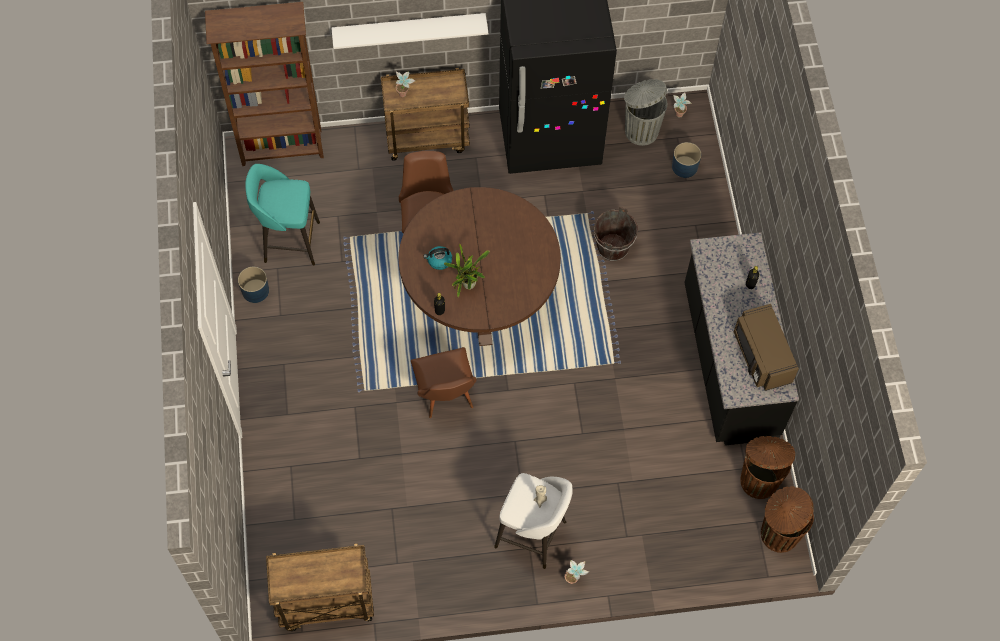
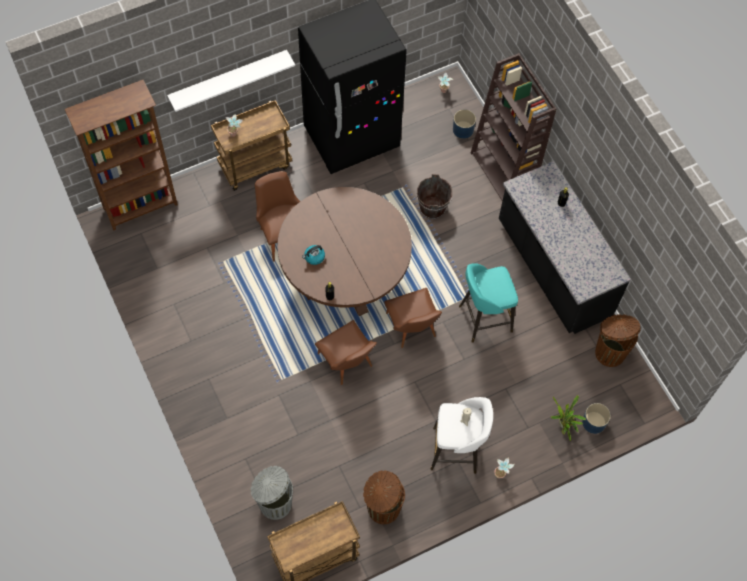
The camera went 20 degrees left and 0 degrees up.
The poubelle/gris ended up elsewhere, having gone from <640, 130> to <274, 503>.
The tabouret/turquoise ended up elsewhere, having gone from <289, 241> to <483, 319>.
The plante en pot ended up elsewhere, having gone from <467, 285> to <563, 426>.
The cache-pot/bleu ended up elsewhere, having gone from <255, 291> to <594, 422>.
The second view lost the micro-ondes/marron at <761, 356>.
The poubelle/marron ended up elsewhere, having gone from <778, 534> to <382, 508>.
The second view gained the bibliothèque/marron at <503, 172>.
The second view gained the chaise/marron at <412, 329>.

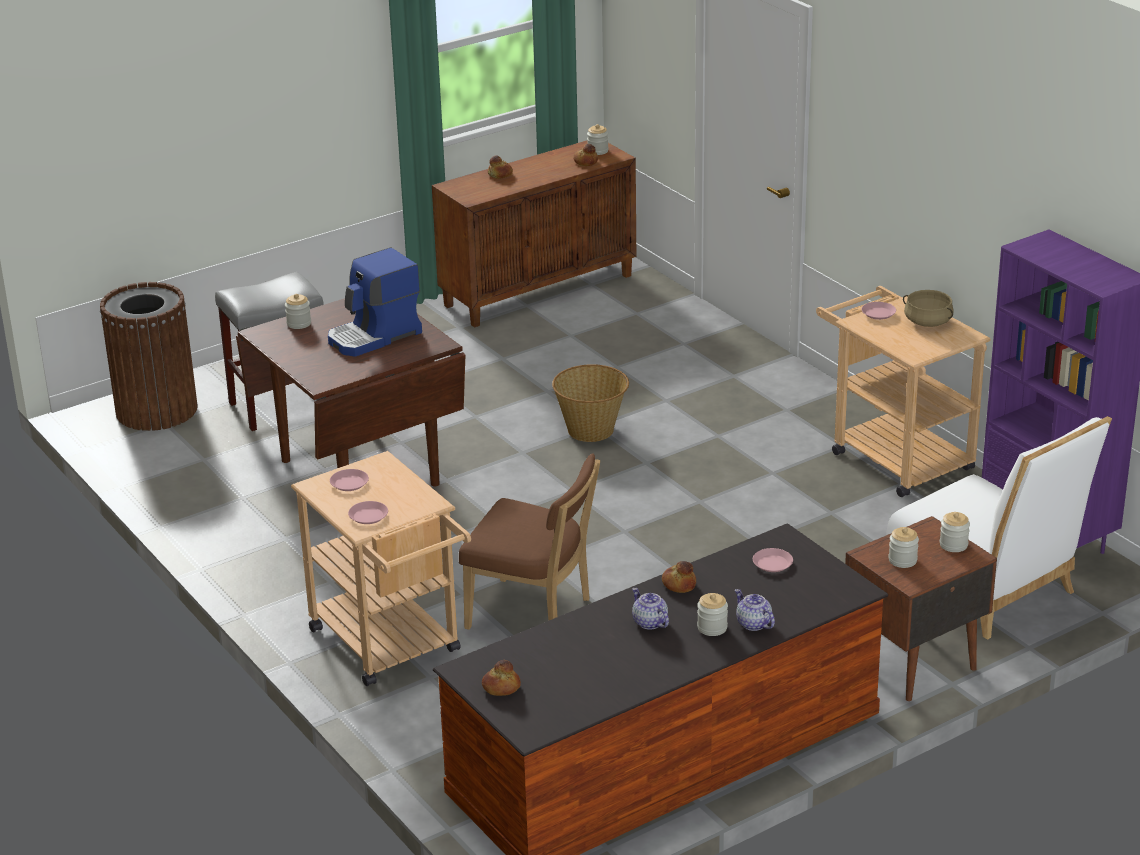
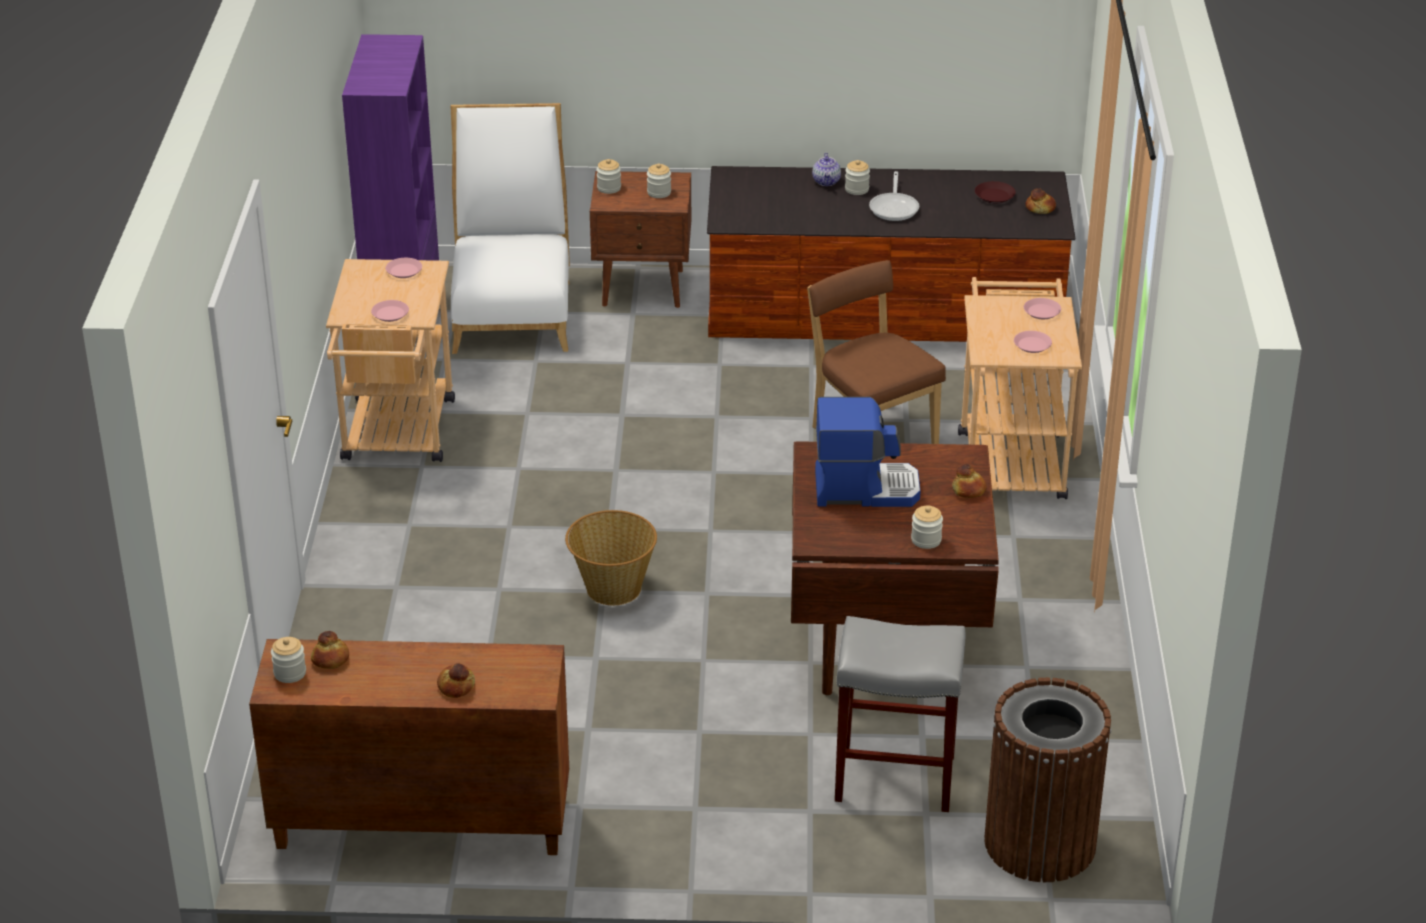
The camera went 145 degrees left and 5 degrees up.
The second view lost the marmite/beige at <927, 322>.
The assiette/rose ended up elsewhere, having gone from <772, 564> to <404, 271>.
The pain ended up elsewhere, having gone from <679, 584> to <968, 490>.
Where the théière stood at <649, 622>, the poêle came to stand at <894, 208>.
The second view gained the assiette/marron at <994, 196>.

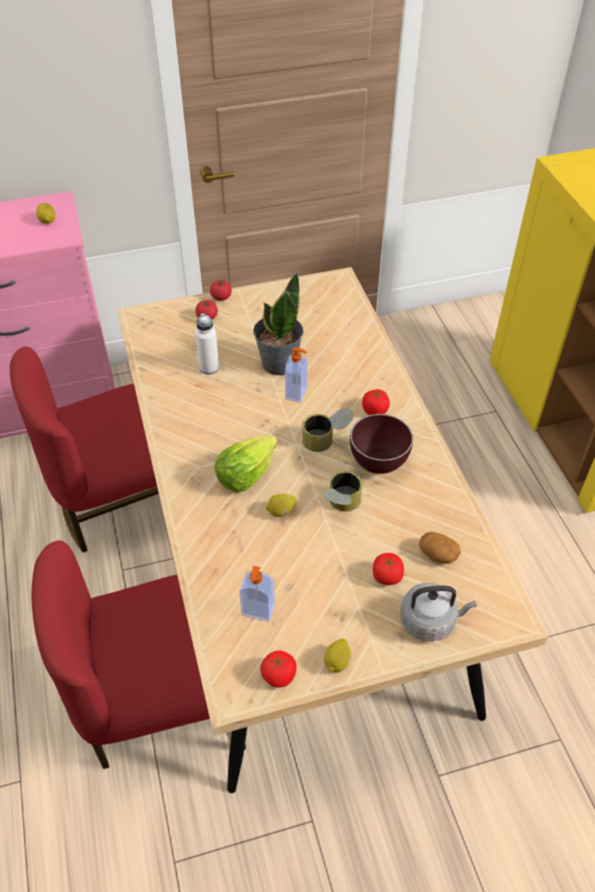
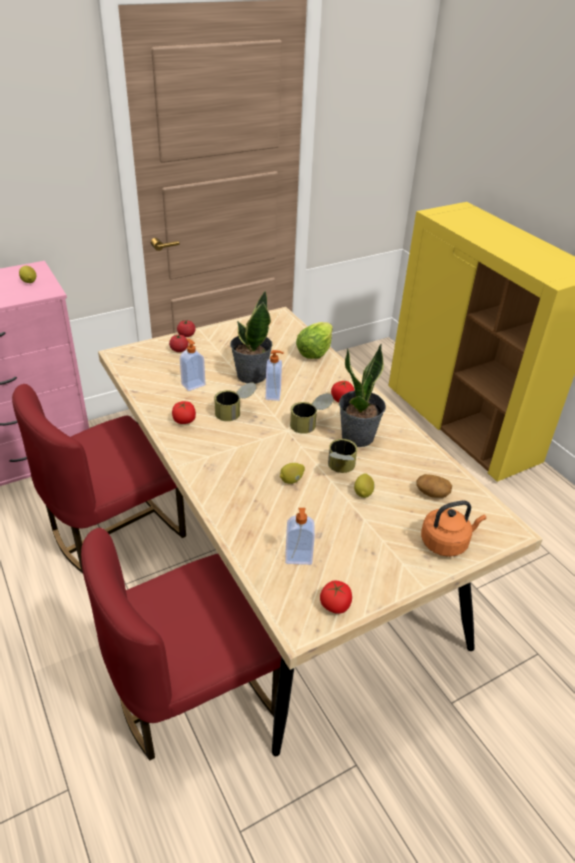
The camera went 15 degrees left and 10 degrees down.
Where the bouteille/blanc stood at <209, 368>, the distributeur de savon came to stand at <193, 384>.
Where the bol/marron stood at <376, 465>, the plante en pot came to stand at <358, 437>.
The laitue ended up elsewhere, having gone from <245, 475> to <314, 352>.
The tomate ended up elsewhere, having gone from <387, 576> to <184, 420>.
What was the bouilloire/gris at <430, 621> turned into the bouilloire/orange at <446, 542>.
The citron ended up elsewhere, having gone from <337, 662> to <363, 493>.
The second view gained the boîte métallique at <235, 412>.

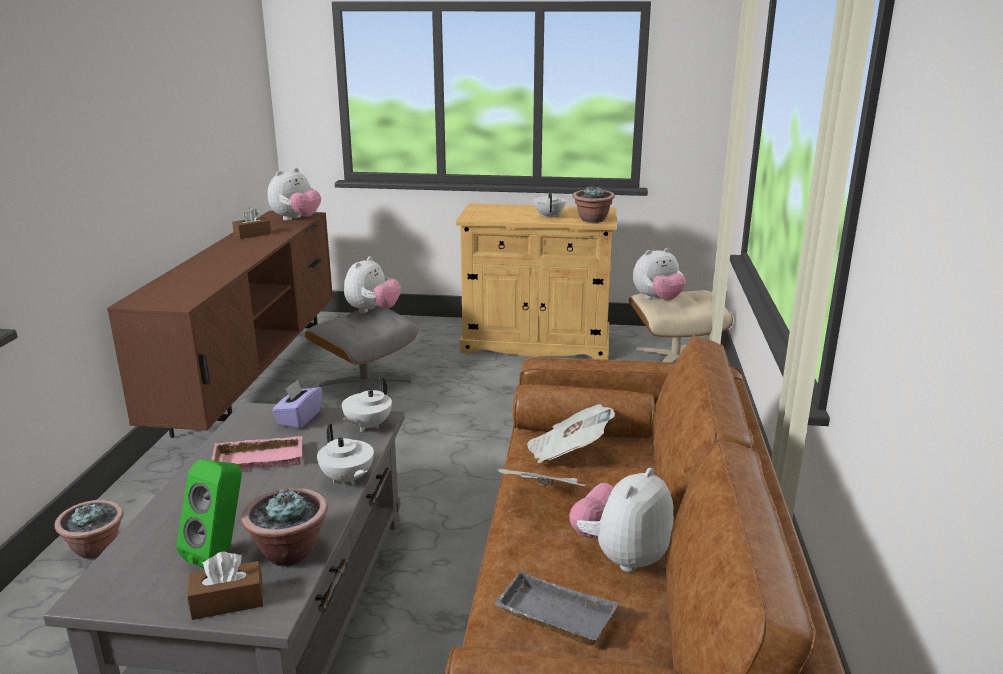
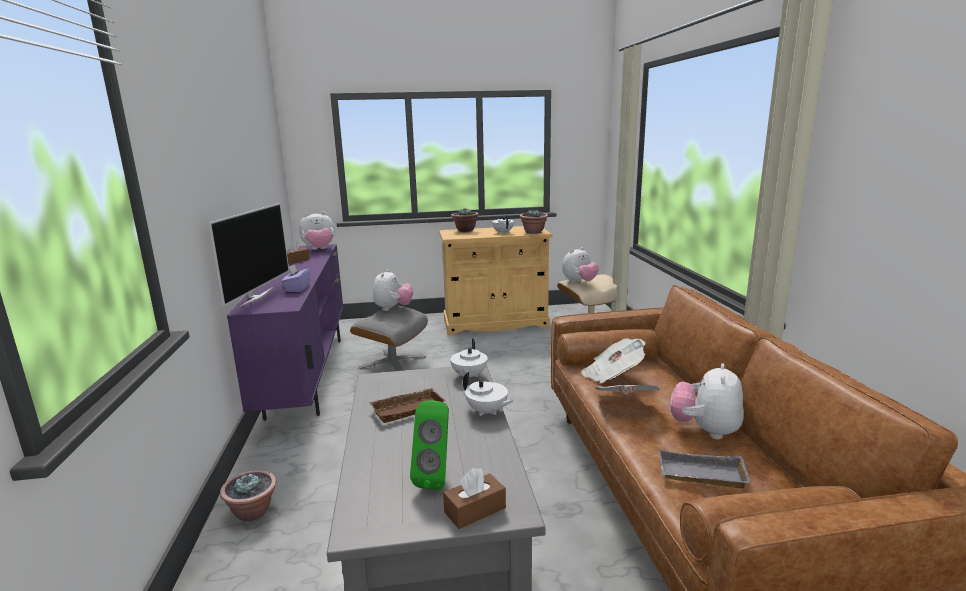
The camera went 15 degrees left and 5 degrees down.
The peluche at <296, 219> ended up facing another way, 45 degrees clockwise from before.
What was the meuble télé/marron at <254, 384> turned into the meuble télé/violet at <308, 374>.
The boîte à mouchoirs/violet ended up elsewhere, having gone from <299, 419> to <297, 288>.
What was the plateau/rose at <260, 458> turned into the plateau/marron at <408, 408>.
The plante en pot ended up elsewhere, having gone from <289, 552> to <465, 230>.
The second view gained the téléviseur at <256, 297>.

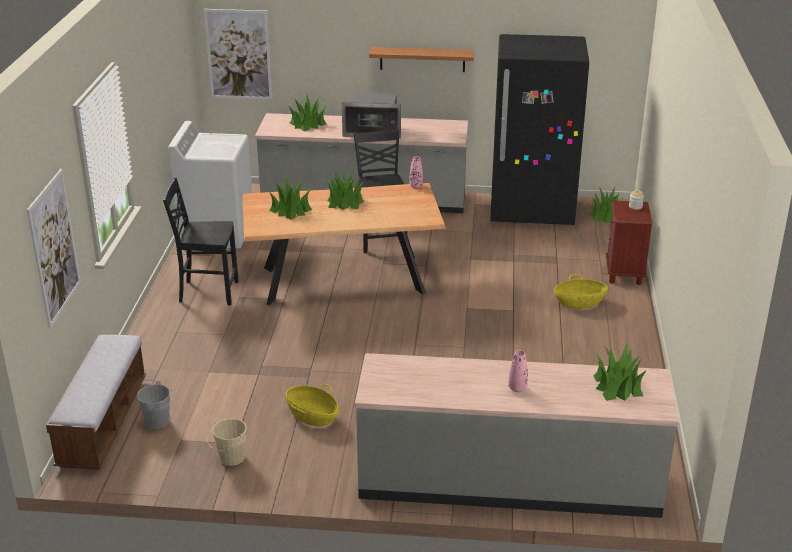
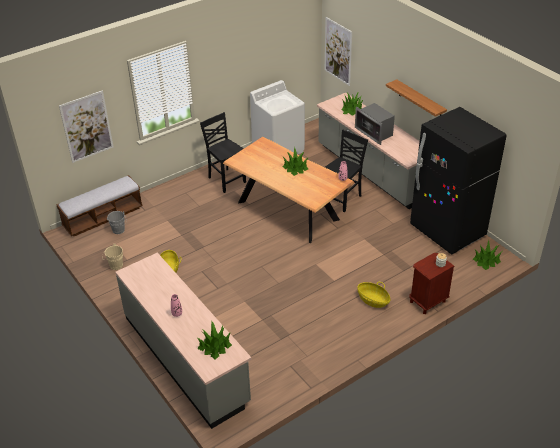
The camera went 50 degrees right and 10 degrees up.
The second view lost the plante en pot at <290, 210>.

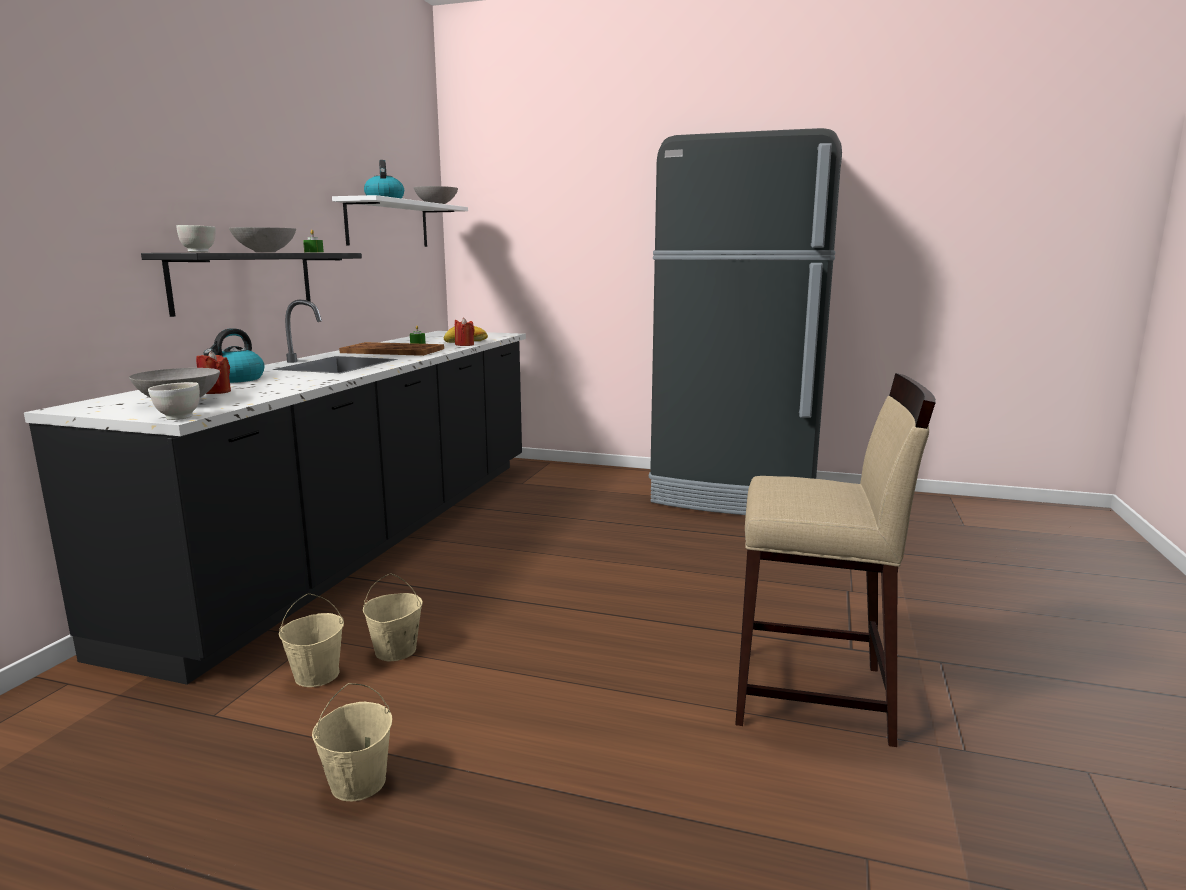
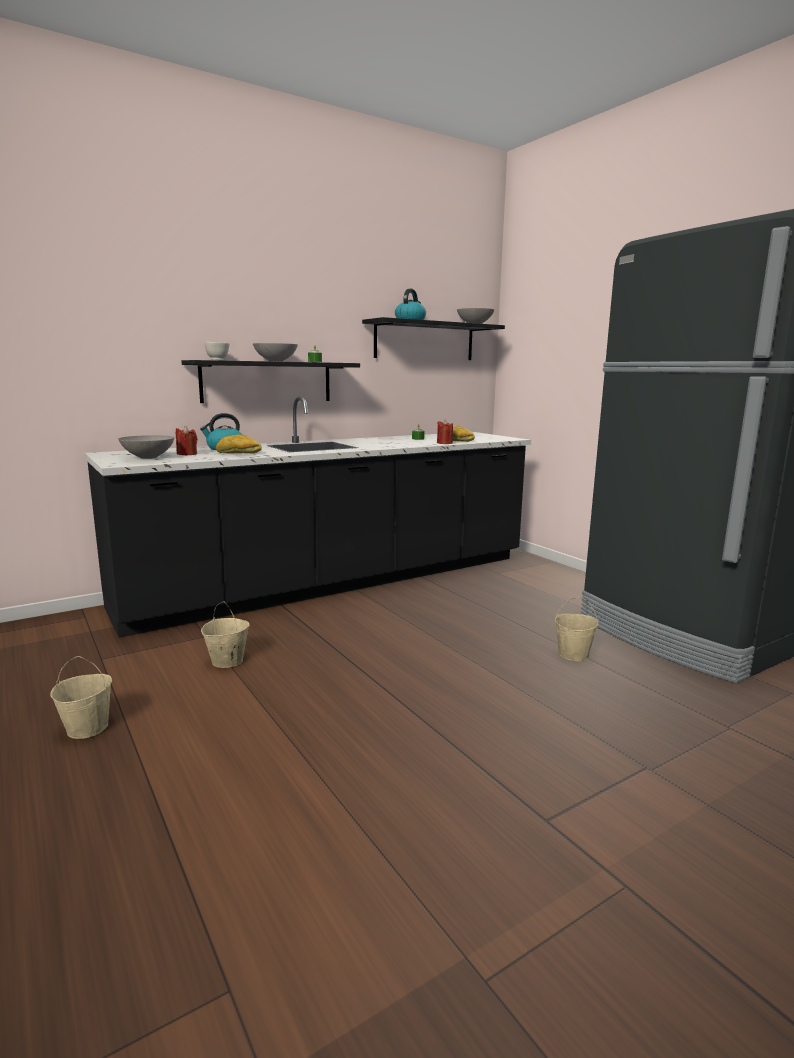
The camera went 40 degrees right and 0 degrees up.
What was the étagère/blanc at <388, 224> turned into the étagère/noir at <425, 341>.
The second view lost the plateau/marron at <393, 351>.
The second view lost the tabouret/beige at <812, 696>.
The second view lost the bol/blanc at <178, 417>.
The seau/beige ended up elsewhere, having gone from <317, 675> to <573, 654>.
The second view gained the pain at <239, 453>.

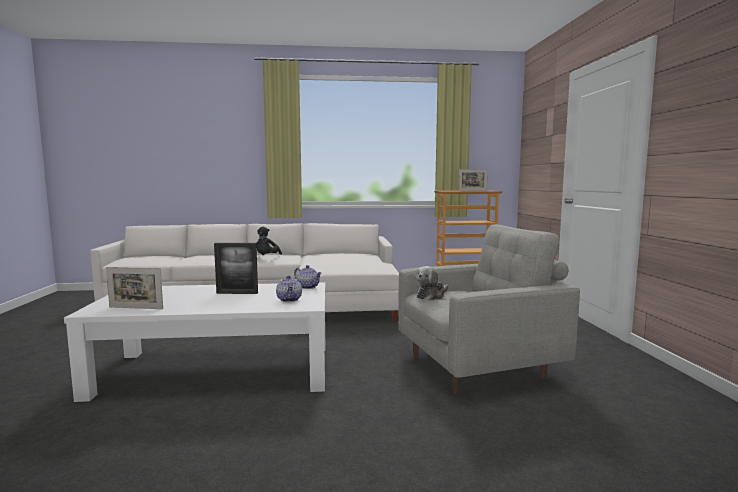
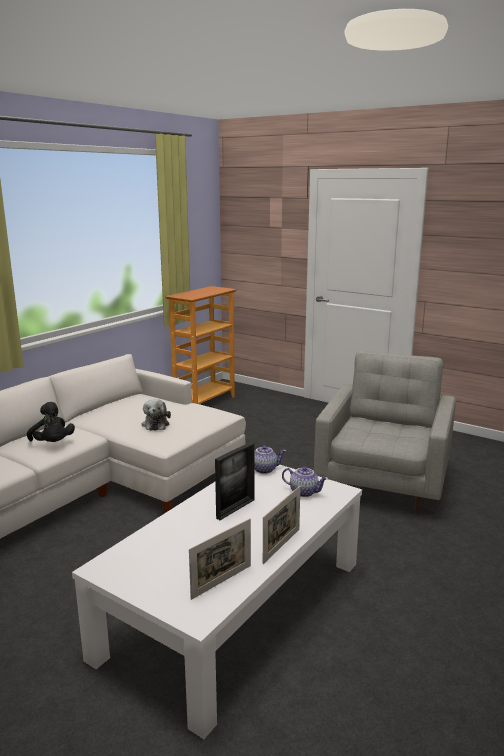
The camera went 50 degrees left and 10 degrees up.
The cadre photo ended up elsewhere, having gone from <472, 190> to <281, 546>.
The peluche ended up elsewhere, having gone from <431, 296> to <155, 424>.

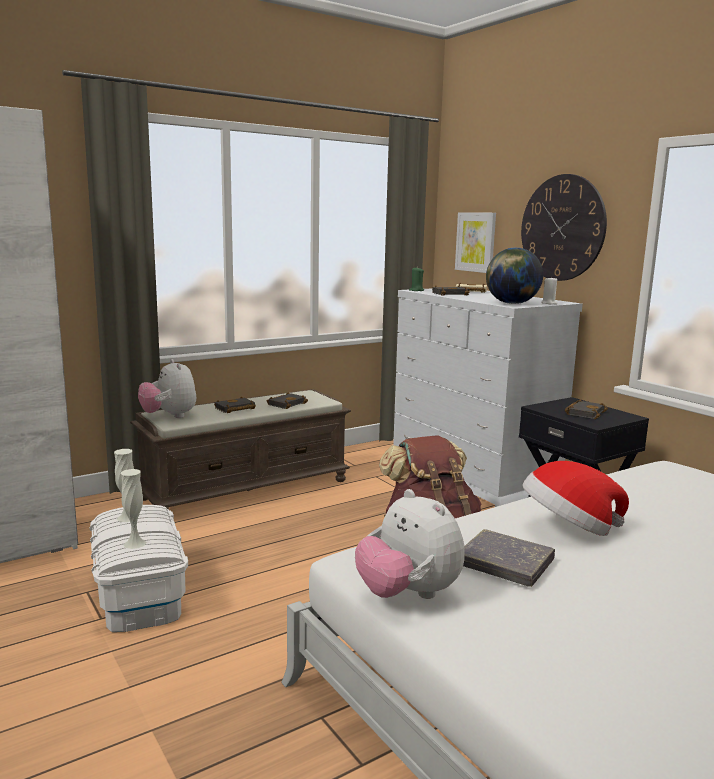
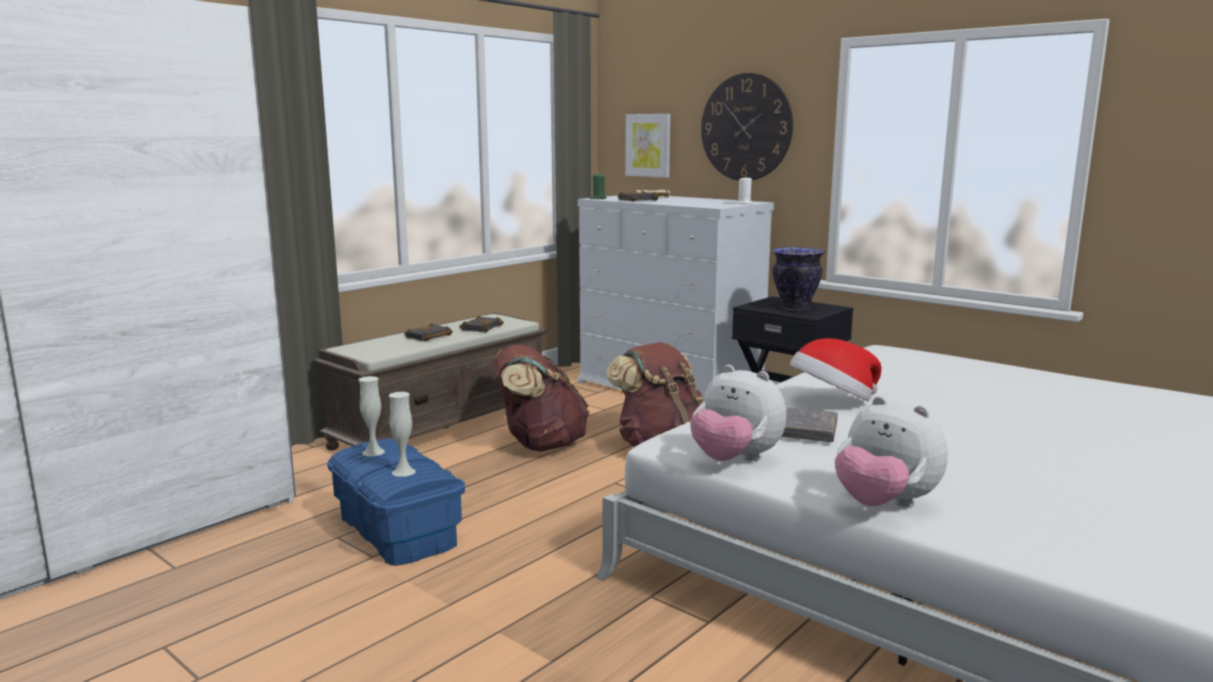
The camera went 15 degrees left and 0 degrees up.
The second view lost the globe at <511, 303>.
The peluche ended up elsewhere, having gone from <169, 416> to <884, 504>.
Where the livre/noir stood at <584, 413>, the vase came to stand at <794, 307>.
What was the boîte de rangement/blanc at <139, 593> turned into the boîte de rangement/bleu at <396, 530>.
The second view gained the sac à dos/marron at <539, 445>.

